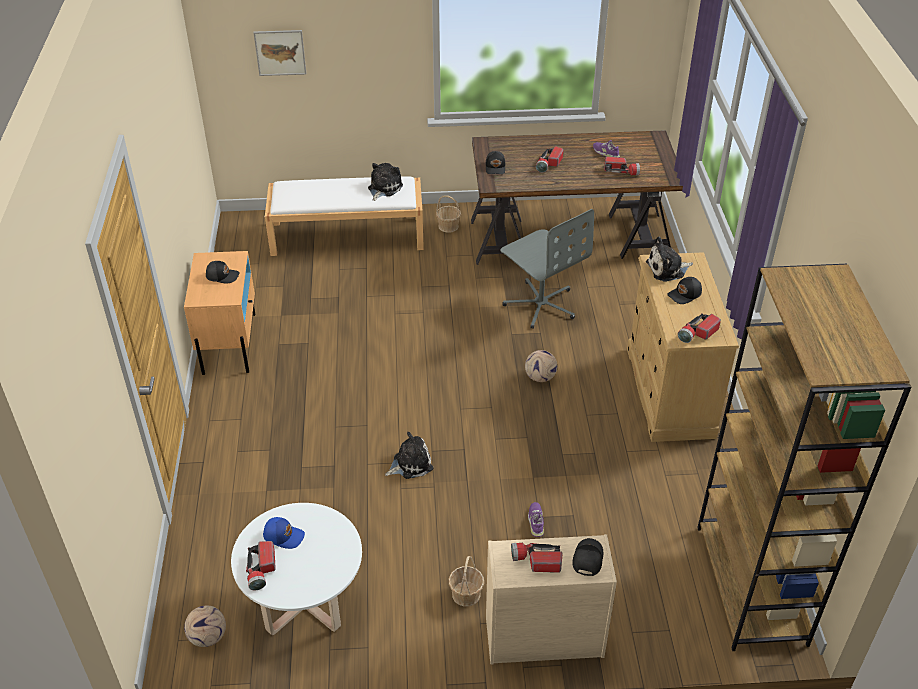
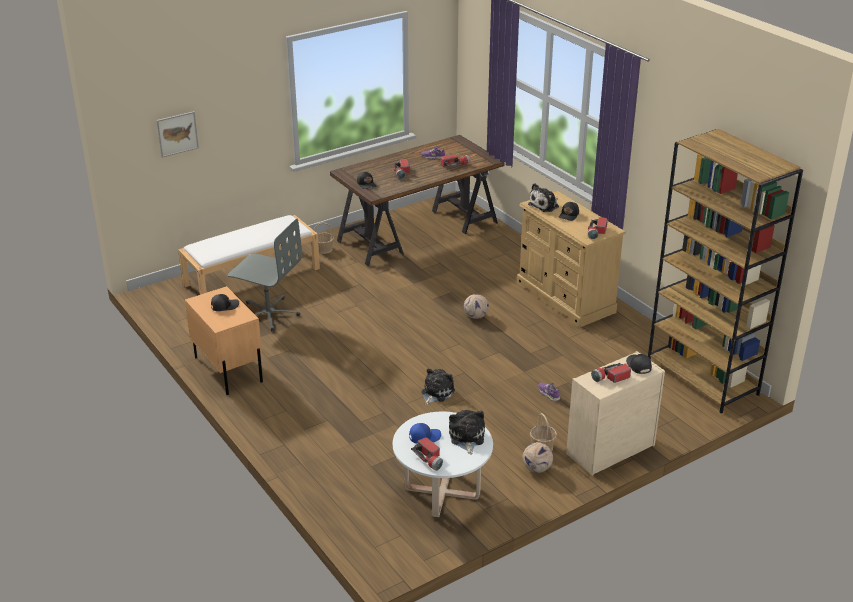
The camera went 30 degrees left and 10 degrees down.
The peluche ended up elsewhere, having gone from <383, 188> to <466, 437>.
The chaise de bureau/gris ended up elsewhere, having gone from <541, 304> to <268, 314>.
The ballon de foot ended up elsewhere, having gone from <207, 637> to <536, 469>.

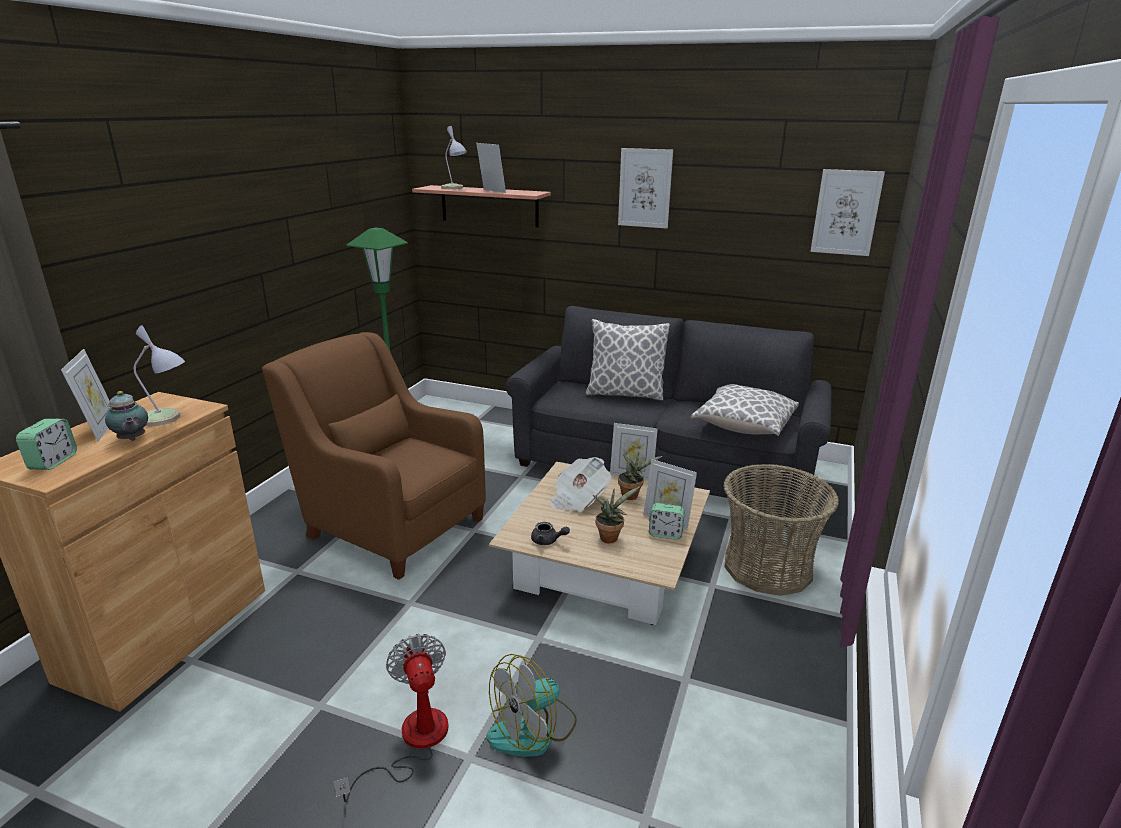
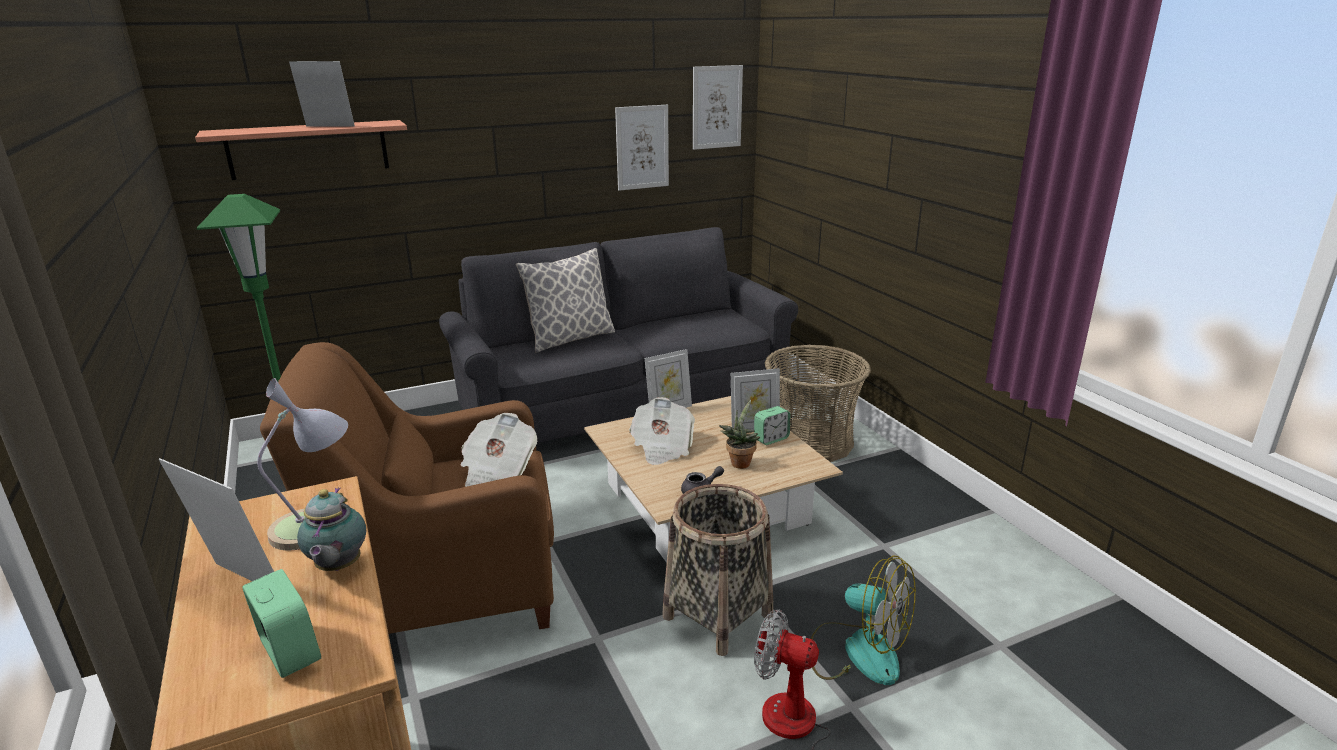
The camera went 45 degrees left and 0 degrees up.
The second view lost the lampe de table at <455, 188>.
The tableau ended up elsewhere, having gone from <645, 188> to <642, 147>.
The second view lost the coussin at <743, 426>.
The théière at <132, 439> ended up facing another way, 75 degrees clockwise from before.
The second view lost the plante en pot at <632, 495>.
The ventilateur at <533, 730> ended up facing another way, 60 degrees counterclockwise from before.
The second view gained the journal at <497, 472>.
The second view gained the panier at <717, 615>.

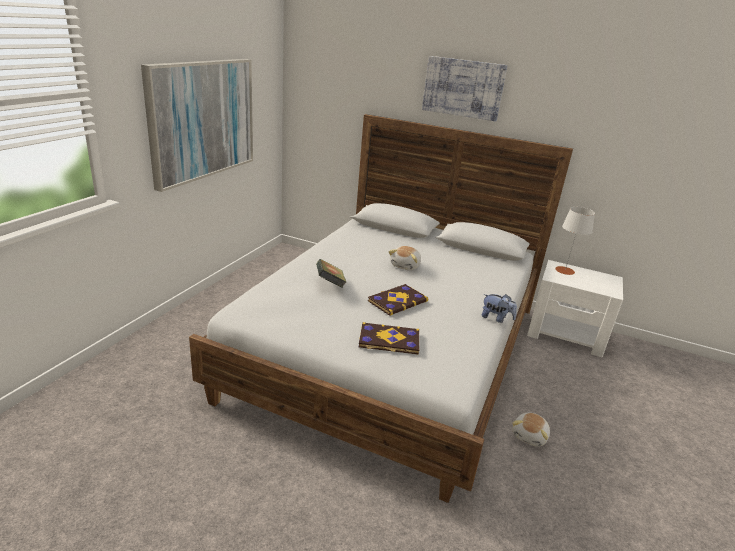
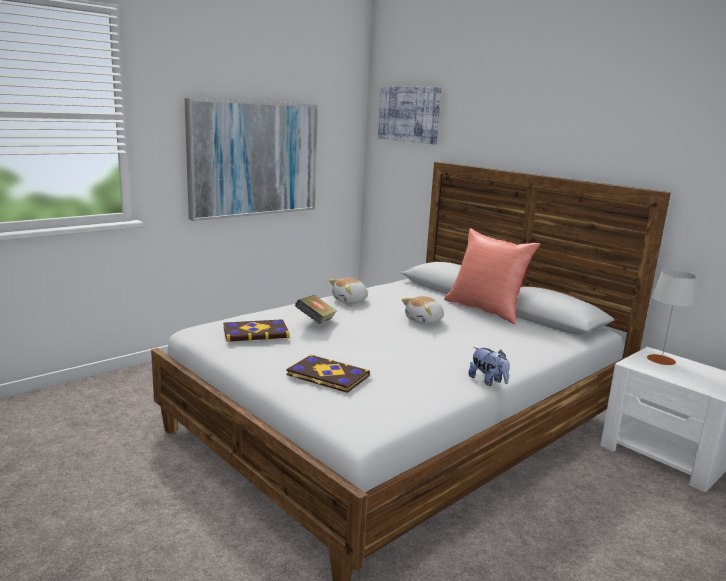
The camera went 25 degrees right and 10 degrees down.
The tableau ended up elsewhere, having gone from <463, 88> to <409, 114>.
The livre ended up elsewhere, having gone from <397, 301> to <255, 332>.
The peluche ended up elsewhere, having gone from <530, 436> to <350, 301>.
The second view gained the coussin/rouge at <485, 309>.

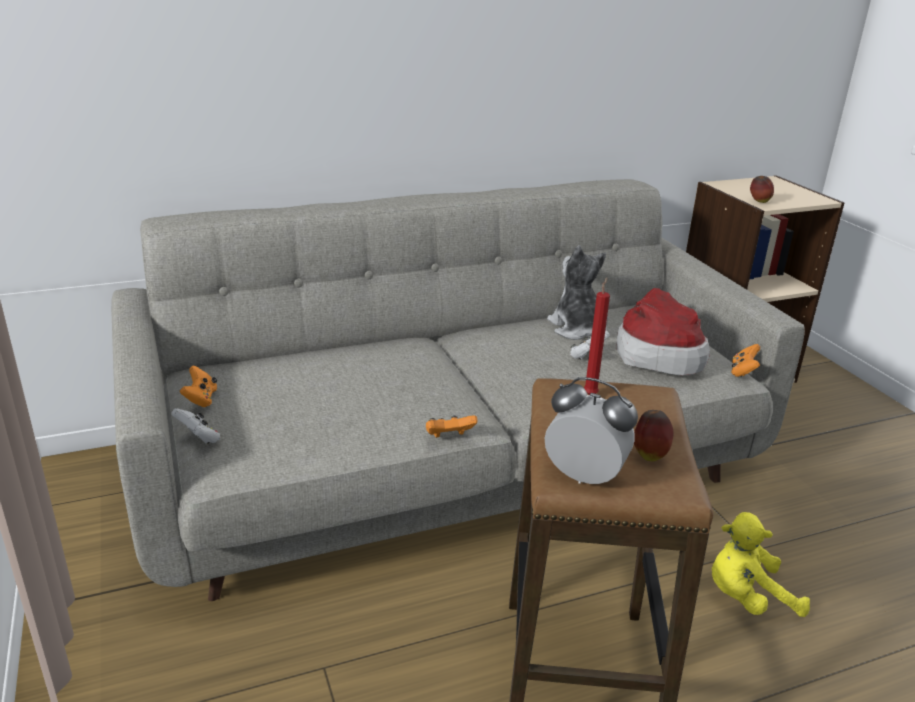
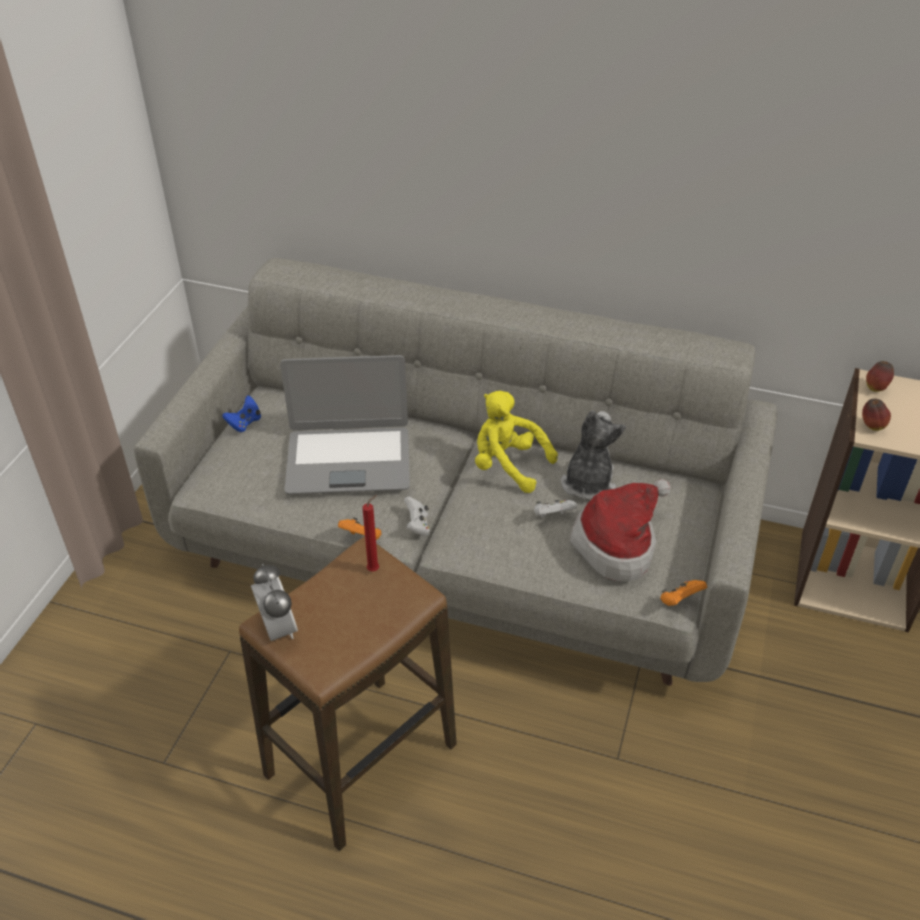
The camera went 40 degrees right and 15 degrees up.
What was the manette/orange at <201, 399> turned into the manette/bleu at <244, 423>.
The manette/blanc ended up elsewhere, having gone from <199, 438> to <417, 525>.
The pomme ended up elsewhere, having gone from <649, 455> to <876, 388>.
The peluche/jaune ended up elsewhere, having gone from <746, 598> to <508, 465>.
The second view gained the ordinateur portable at <348, 460>.

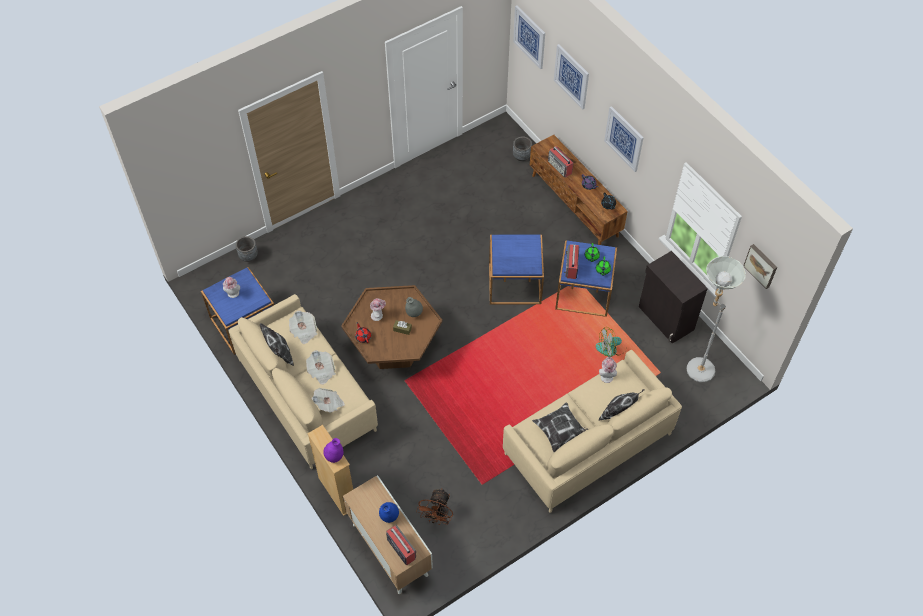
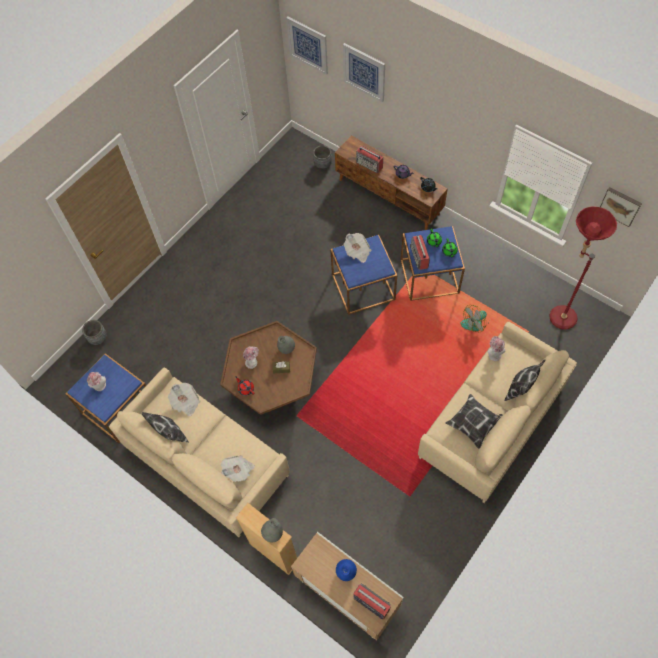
The camera went 15 degrees left and 5 degrees up.
The second view lost the tableau at <624, 138>.
The second view lost the meuble de rangement/noir at <665, 319>.
What was the lampadaire/gris at <696, 365> turned into the lampadaire/rouge at <557, 314>.
The journal ended up elsewhere, having gone from <321, 371> to <357, 252>.
What was the vase/violet at <334, 456> turned into the vase/gris at <273, 533>.
The second view lost the ventilateur/marron at <437, 518>.

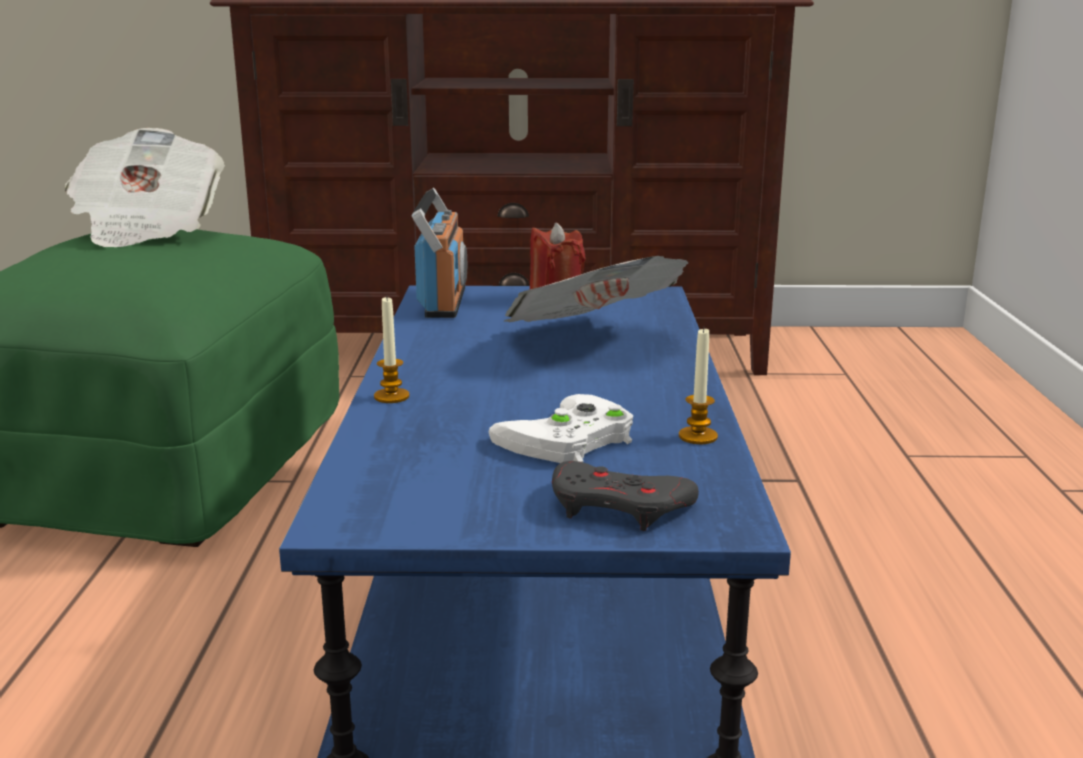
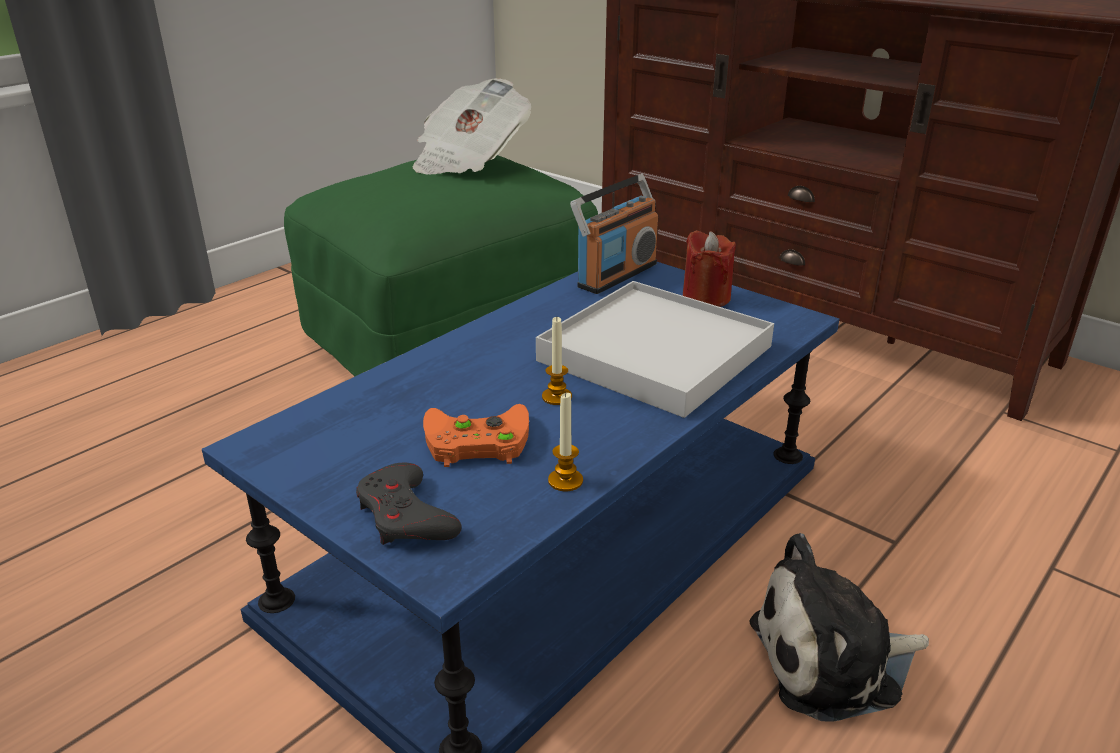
The camera went 40 degrees right and 10 degrees up.
Where the journal stood at <591, 341>, the plateau/blanc came to stand at <655, 353>.
The bougie ended up elsewhere, having gone from <391, 397> to <556, 397>.
What was the manette/blanc at <566, 441> turned into the manette/orange at <473, 442>.
The second view gained the peluche at <833, 661>.

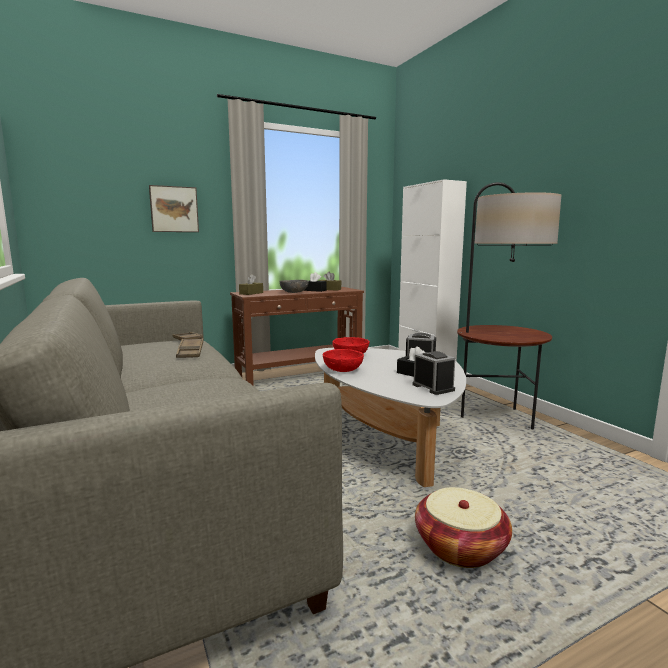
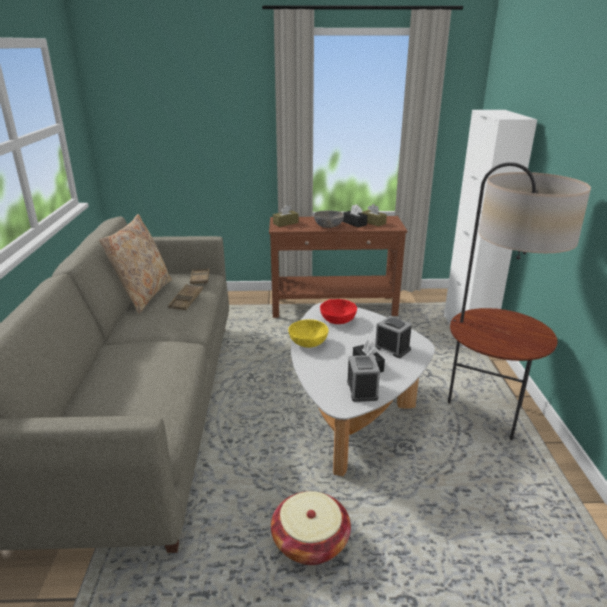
The camera went 25 degrees right and 15 degrees up.
The second view lost the tableau at <174, 209>.
What was the bol/rouge at <342, 370> turned into the bol/jaune at <308, 343>.
The second view gained the coussin/beige at <143, 295>.

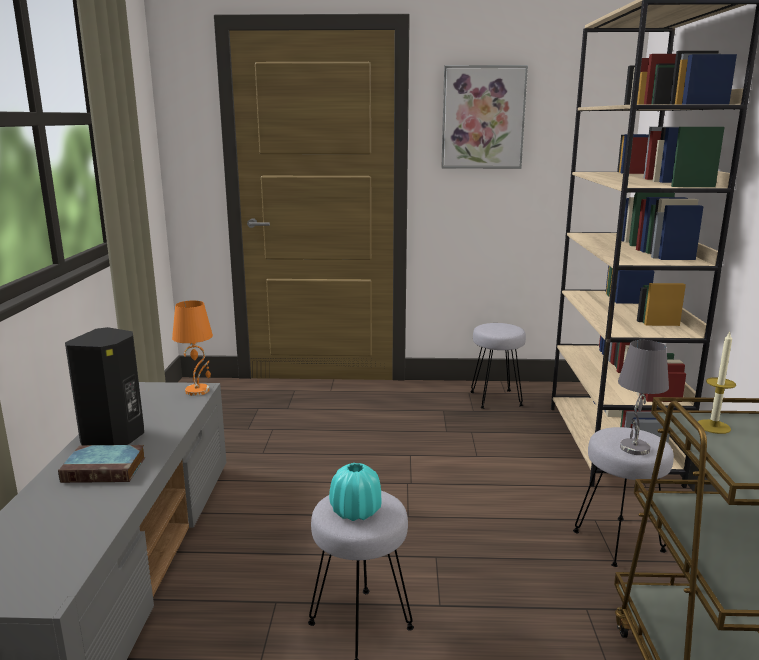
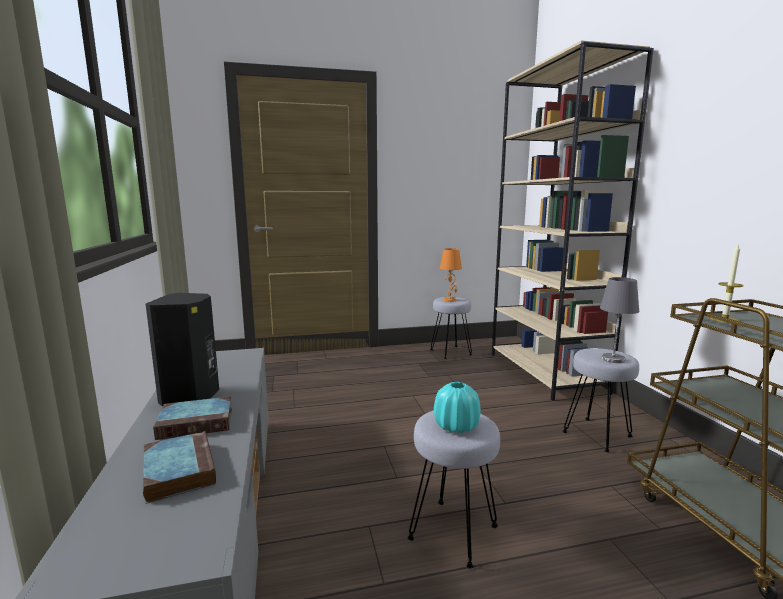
The camera went 15 degrees left and 5 degrees down.
The second view lost the tableau at <483, 118>.
The lampe de table/orange ended up elsewhere, having gone from <198, 391> to <449, 300>.
The second view gained the livre at <178, 470>.

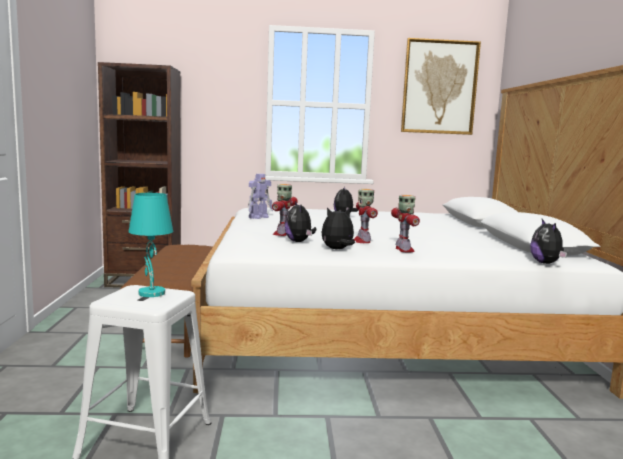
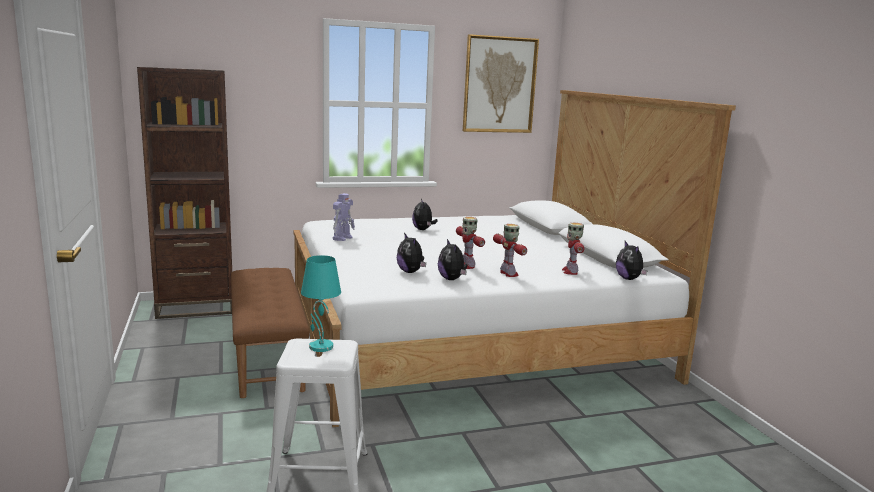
The camera went 15 degrees left and 5 degrees up.
The robot jouet ended up elsewhere, having gone from <282, 234> to <570, 271>.
The peluche at <337, 249> ended up facing another way, 75 degrees counterclockwise from before.

